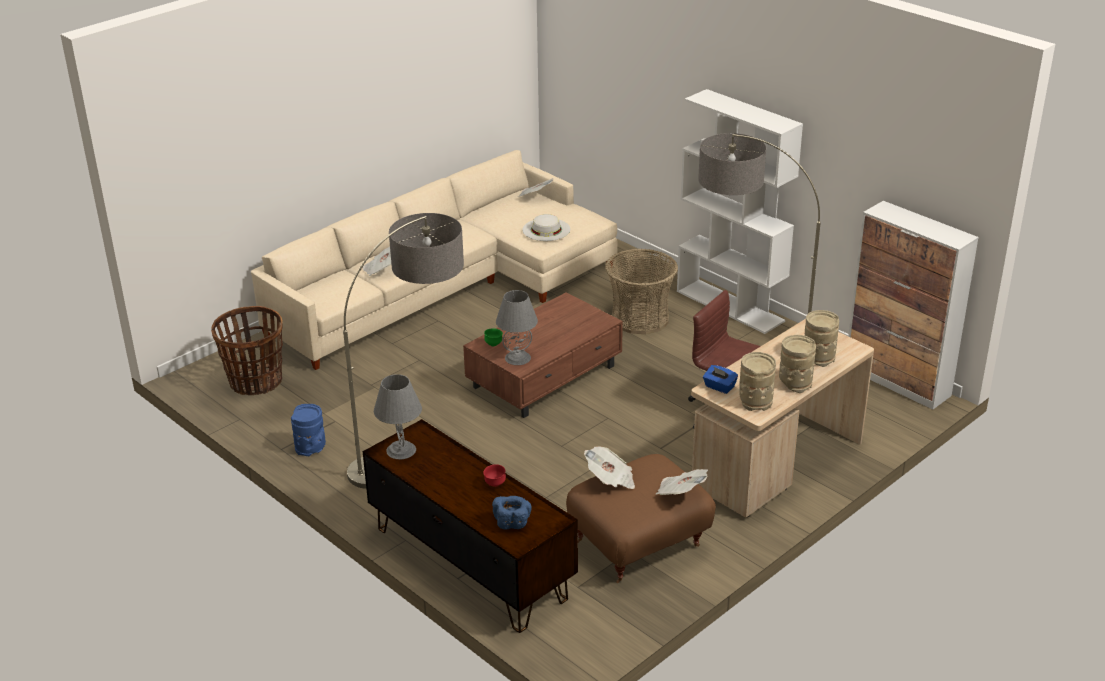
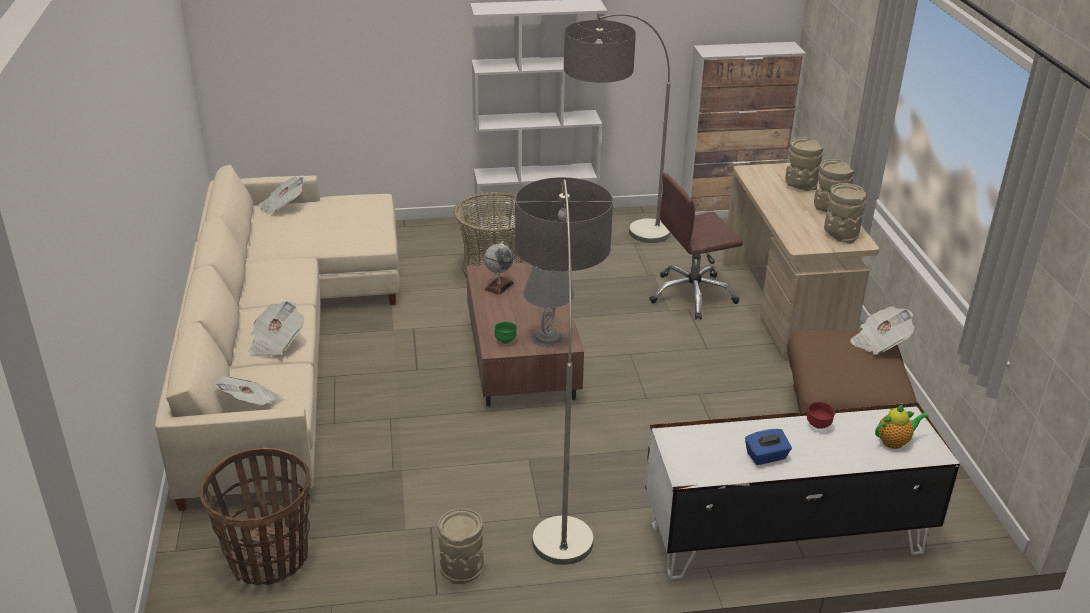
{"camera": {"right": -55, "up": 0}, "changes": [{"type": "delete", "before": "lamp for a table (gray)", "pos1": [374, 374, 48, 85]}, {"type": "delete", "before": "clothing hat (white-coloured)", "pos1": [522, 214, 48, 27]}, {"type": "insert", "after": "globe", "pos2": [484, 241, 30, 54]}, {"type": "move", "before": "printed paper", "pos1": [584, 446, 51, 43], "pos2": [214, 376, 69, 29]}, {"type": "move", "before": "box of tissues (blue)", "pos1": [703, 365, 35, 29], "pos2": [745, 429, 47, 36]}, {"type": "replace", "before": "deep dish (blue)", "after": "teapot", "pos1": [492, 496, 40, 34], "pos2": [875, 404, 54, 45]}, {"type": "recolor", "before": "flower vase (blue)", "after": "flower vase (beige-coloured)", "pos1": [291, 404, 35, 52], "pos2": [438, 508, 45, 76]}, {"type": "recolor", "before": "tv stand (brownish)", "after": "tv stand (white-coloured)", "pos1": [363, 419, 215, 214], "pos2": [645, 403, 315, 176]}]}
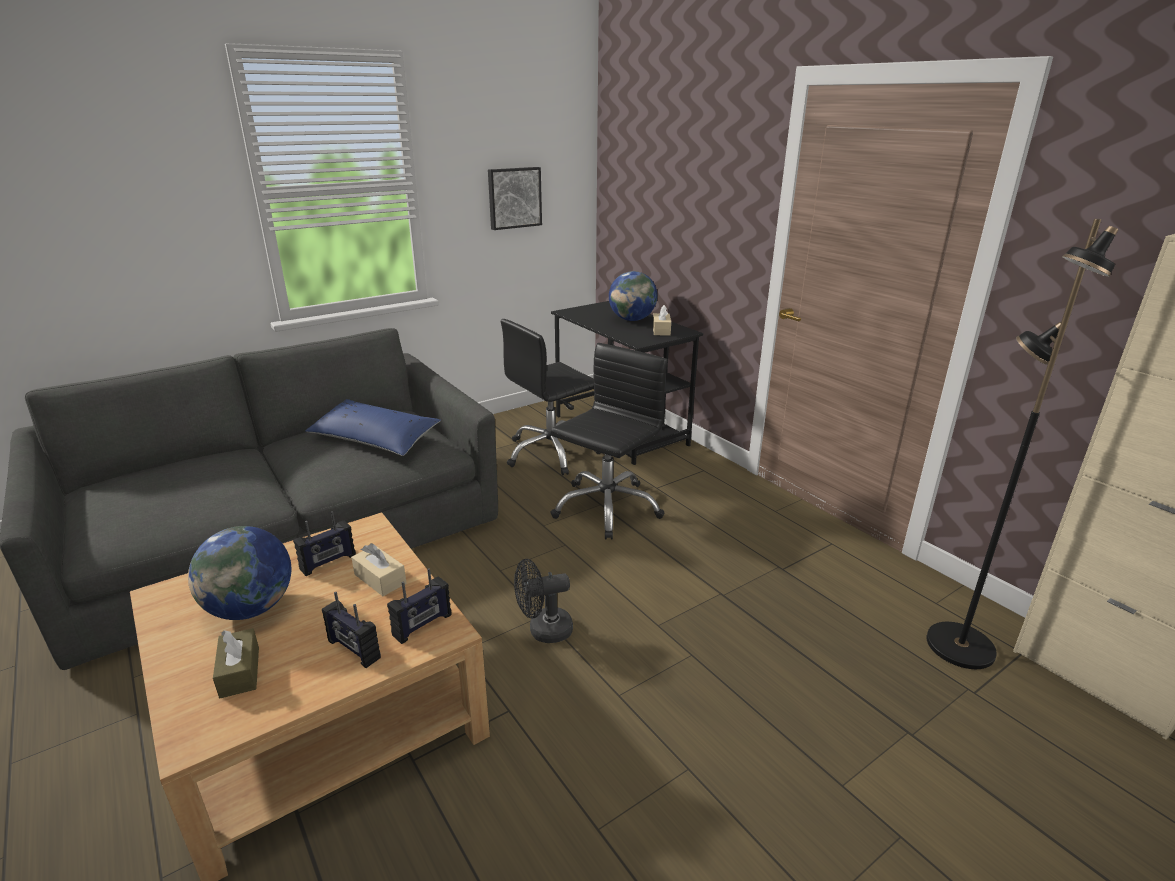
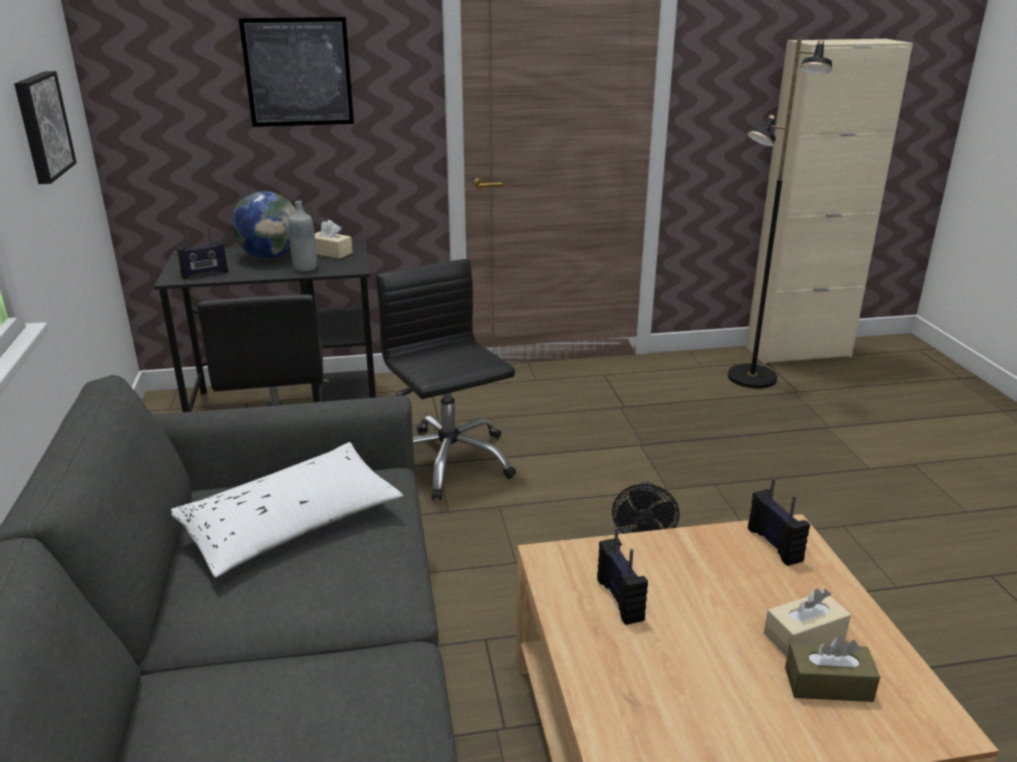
{"camera": {"right": -65, "up": 0}, "changes": [{"type": "delete", "before": "globe", "pos1": [188, 526, 103, 94]}, {"type": "insert", "after": "wall art", "pos2": [239, 17, 115, 110]}, {"type": "insert", "after": "beverage bottle (gray)", "pos2": [288, 201, 29, 70]}, {"type": "move", "before": "radio", "pos1": [322, 592, 59, 76], "pos2": [176, 227, 52, 52]}, {"type": "move", "before": "box of tissues (beige-coloured)", "pos1": [351, 543, 55, 53], "pos2": [764, 589, 87, 68]}, {"type": "recolor", "before": "throw pillow (blue)", "after": "throw pillow (white-coloured)", "pos1": [305, 399, 136, 57], "pos2": [171, 442, 232, 136]}]}
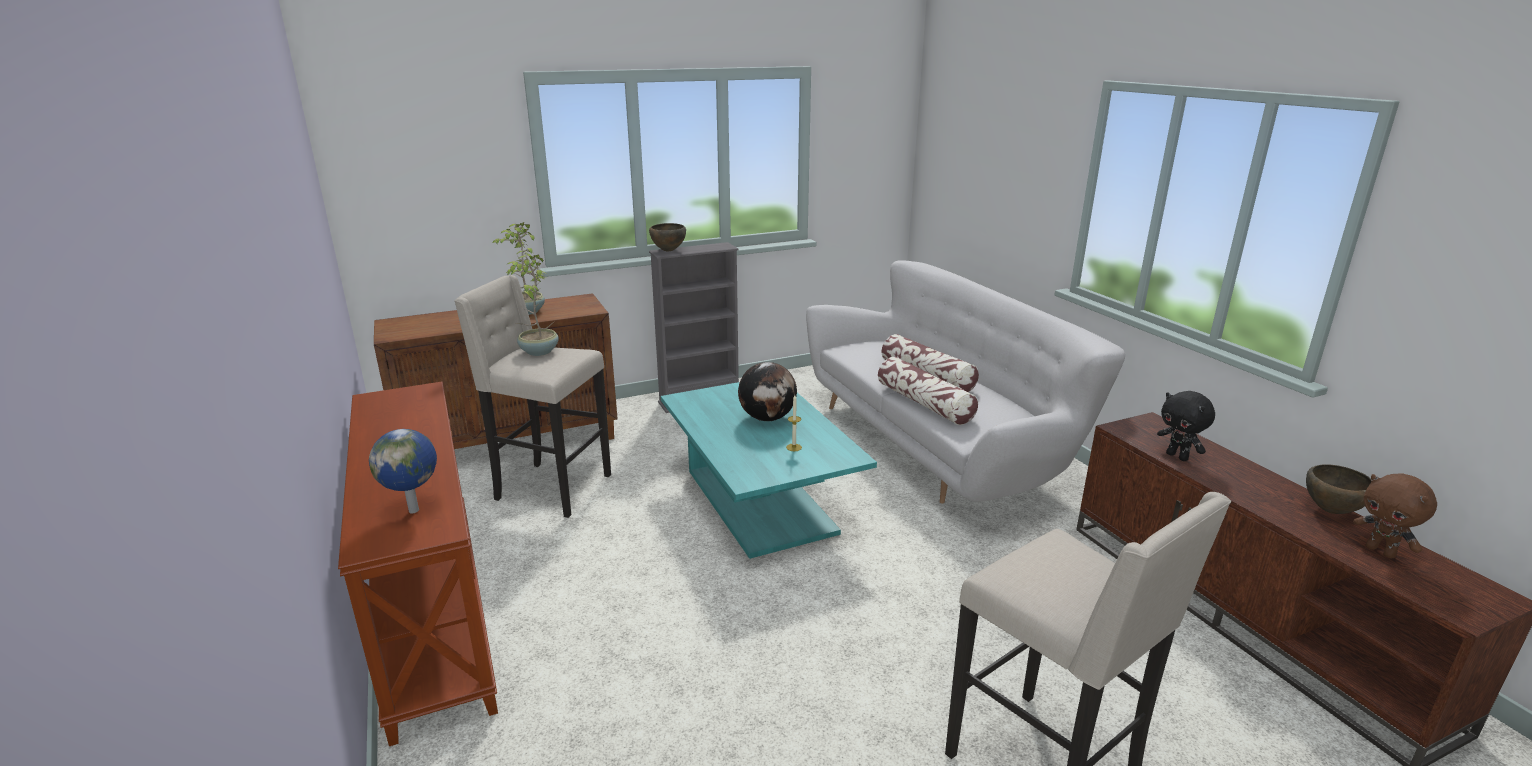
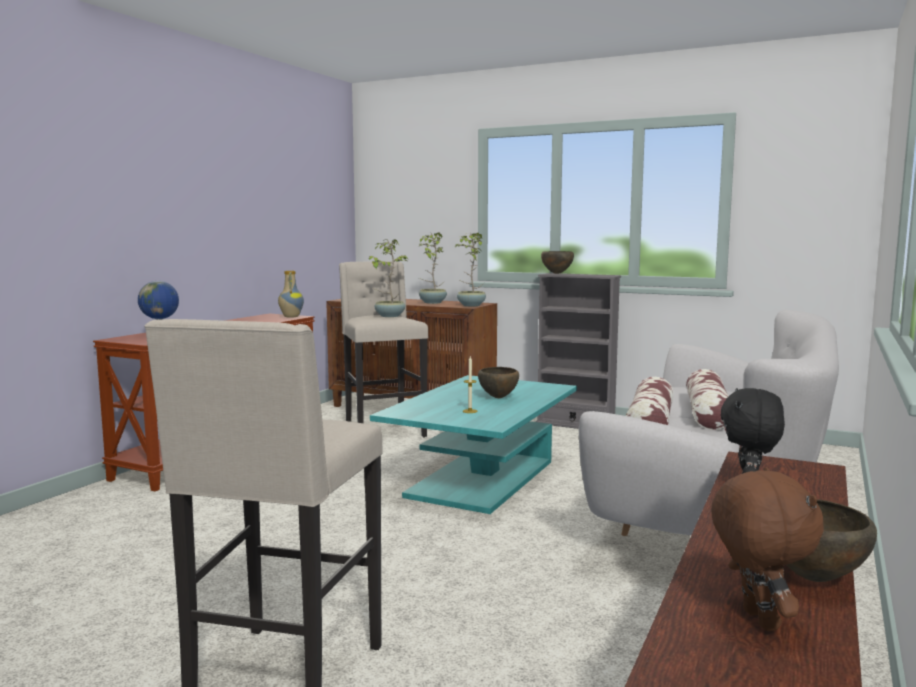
{"camera": {"right": 50, "up": -15}, "changes": [{"type": "insert", "after": "flower vase", "pos2": [278, 271, 26, 47]}, {"type": "insert", "after": "potted plant", "pos2": [454, 233, 32, 74]}, {"type": "replace", "before": "globe", "after": "deep dish (brownish)", "pos1": [738, 362, 59, 59], "pos2": [478, 367, 41, 31]}, {"type": "rotate", "before": "plush toy (brownish)", "pos1": [1353, 473, 84, 86], "pos2": [711, 467, 113, 164], "turn": 150}]}
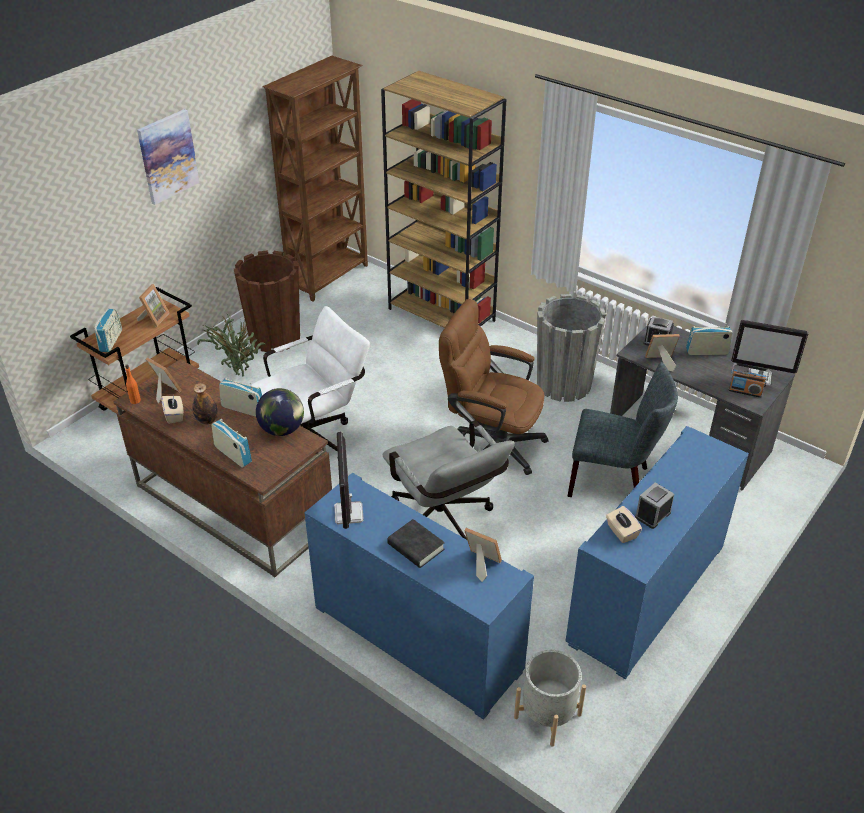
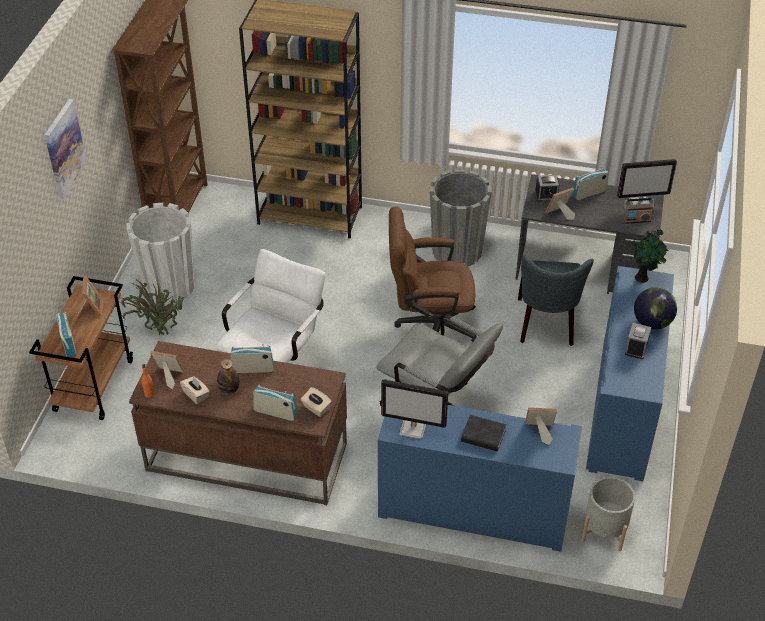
{"camera": {"right": -25, "up": 5}, "changes": [{"type": "insert", "after": "potted plant", "pos2": [629, 229, 40, 54]}, {"type": "move", "before": "globe", "pos1": [256, 388, 48, 48], "pos2": [634, 287, 43, 43]}, {"type": "move", "before": "box of tissues (beige-coloured)", "pos1": [606, 506, 36, 37], "pos2": [301, 387, 31, 30]}, {"type": "recolor", "before": "plant pot (brownish)", "after": "plant pot (white-coloured)", "pos1": [234, 250, 66, 102], "pos2": [126, 203, 69, 101]}, {"type": "rotate", "before": "computer screen", "pos1": [334, 432, 30, 97], "pos2": [381, 379, 67, 61], "turn": -45}, {"type": "rotate", "before": "chair (gray)", "pos1": [567, 362, 111, 135], "pos2": [518, 255, 76, 91], "turn": 105}]}
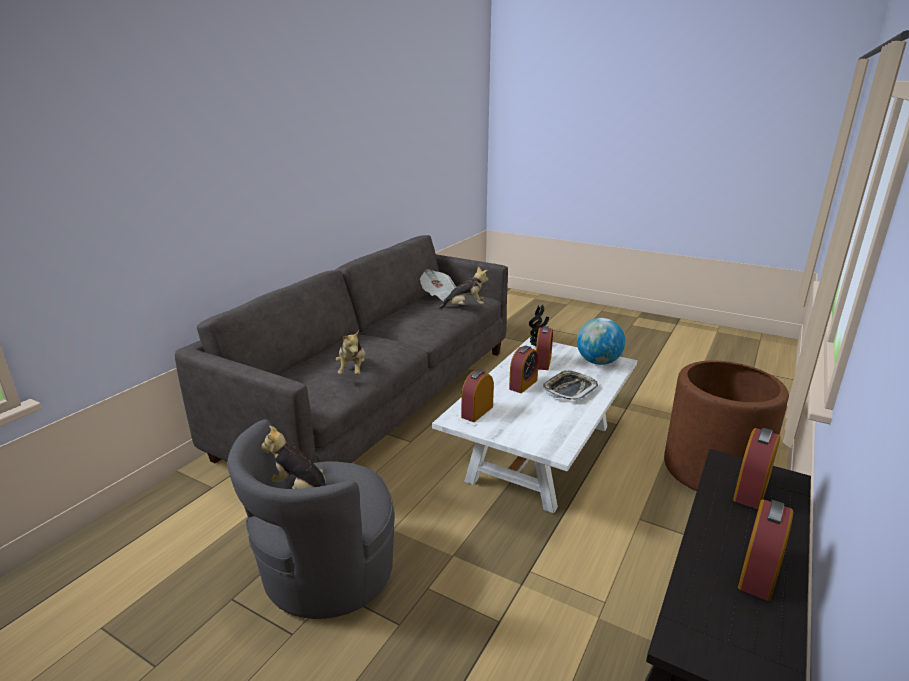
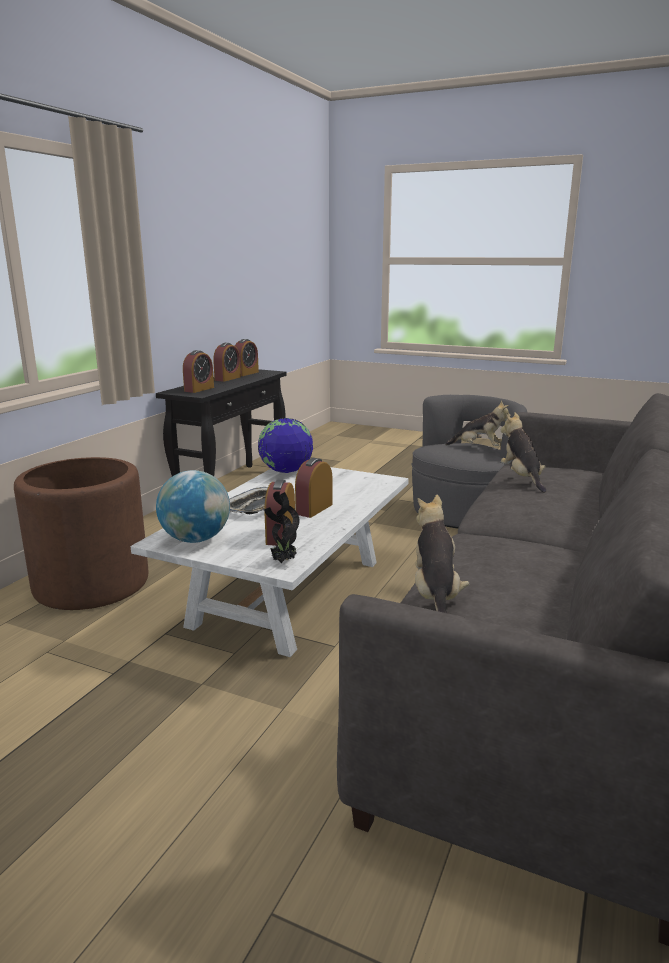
{"camera": {"right": 175, "up": -5}, "changes": [{"type": "delete", "before": "printed paper", "pos1": [420, 269, 36, 32]}, {"type": "insert", "after": "globe", "pos2": [258, 418, 55, 55]}, {"type": "move", "before": "table clock", "pos1": [461, 370, 33, 52], "pos2": [235, 339, 24, 37]}, {"type": "rotate", "before": "plush toy", "pos1": [438, 267, 51, 42], "pos2": [415, 495, 54, 118], "turn": 105}]}
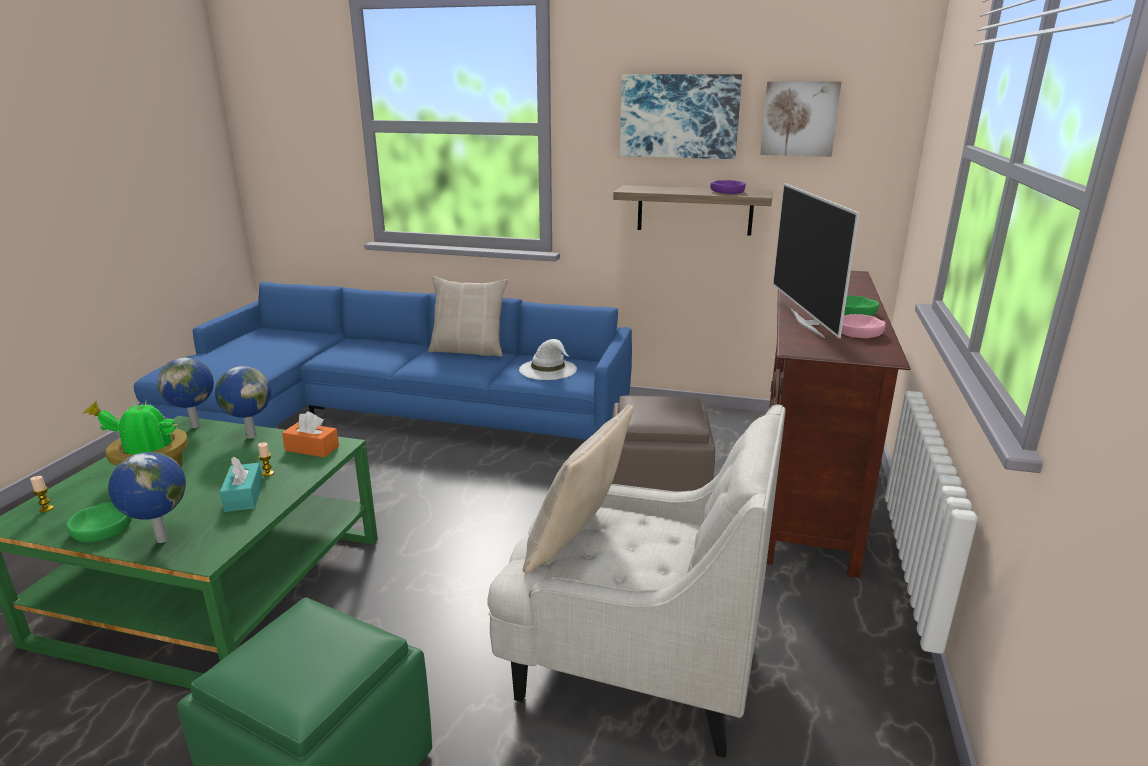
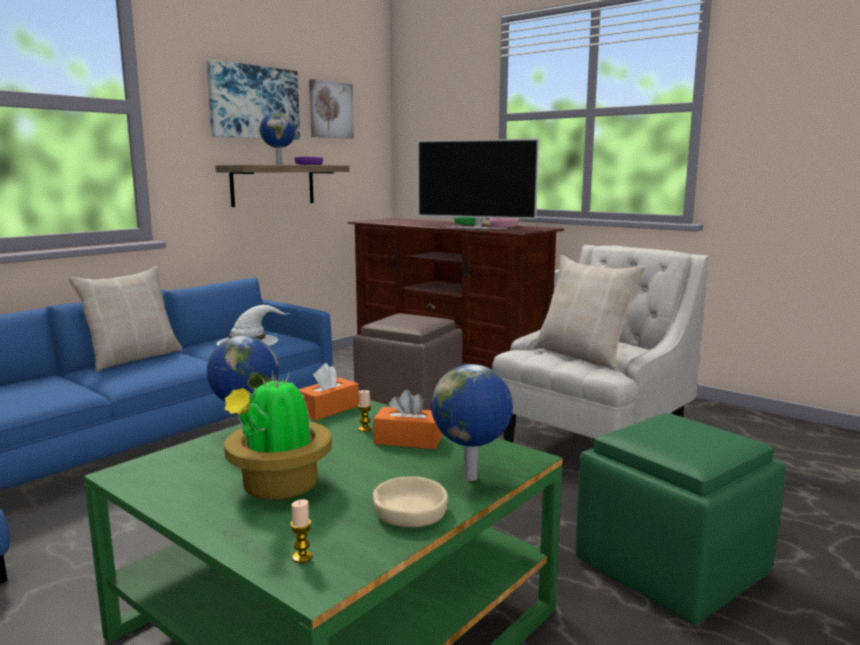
{"camera": {"right": -65, "up": -10}, "changes": [{"type": "move", "before": "globe", "pos1": [157, 358, 57, 70], "pos2": [260, 112, 36, 53]}, {"type": "recolor", "before": "deep dish (green)", "after": "deep dish (beige-coloured)", "pos1": [67, 502, 65, 40], "pos2": [373, 477, 75, 50]}, {"type": "recolor", "before": "box of tissues (turquoise)", "after": "box of tissues (orangey)", "pos1": [220, 456, 43, 56], "pos2": [373, 390, 69, 59]}]}
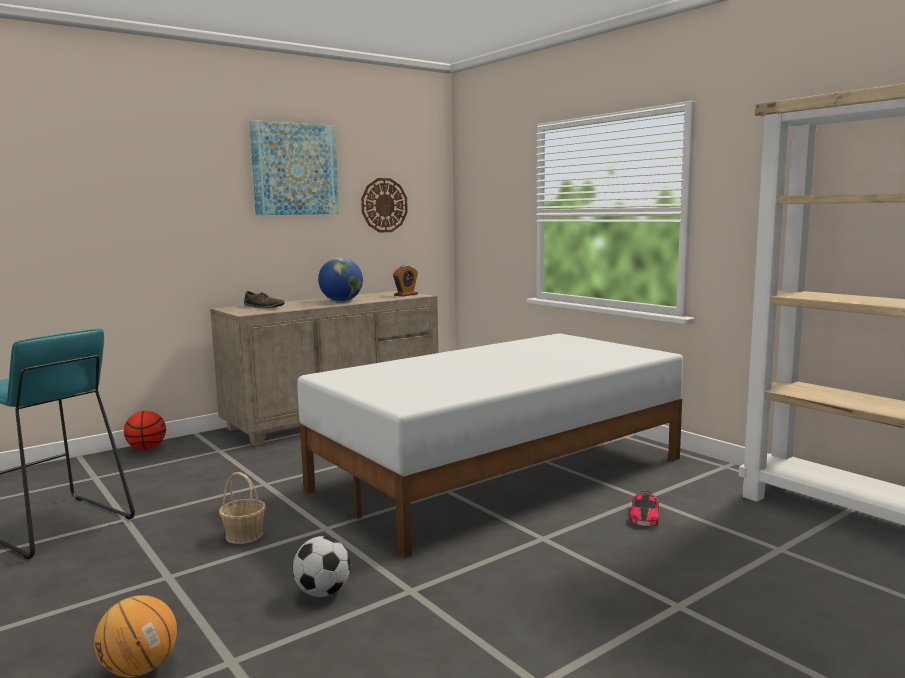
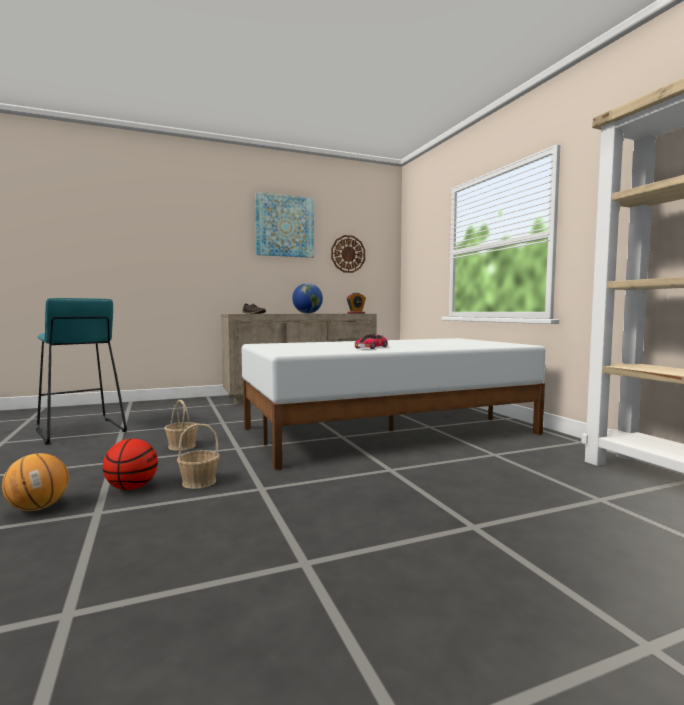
{"camera": {"right": 15, "up": -5}, "changes": [{"type": "move", "before": "basketball ball", "pos1": [124, 411, 42, 39], "pos2": [103, 439, 55, 51]}, {"type": "move", "before": "miniature car", "pos1": [630, 491, 29, 35], "pos2": [355, 334, 32, 15]}, {"type": "replace", "before": "football", "after": "storage basket", "pos1": [293, 536, 57, 61], "pos2": [177, 424, 43, 65]}]}
